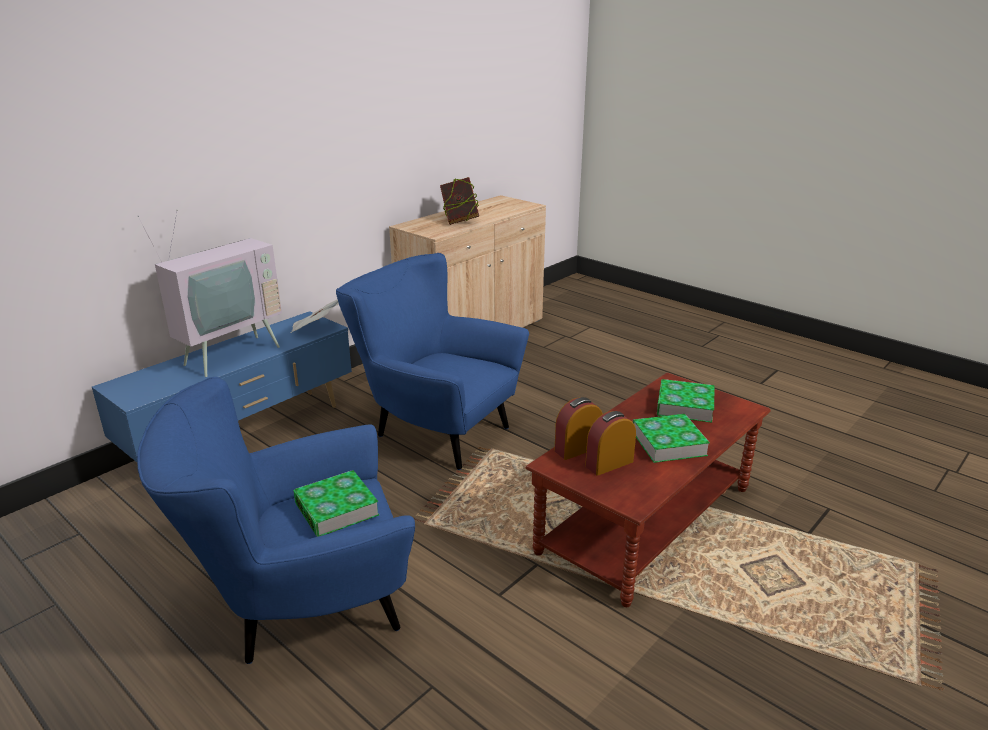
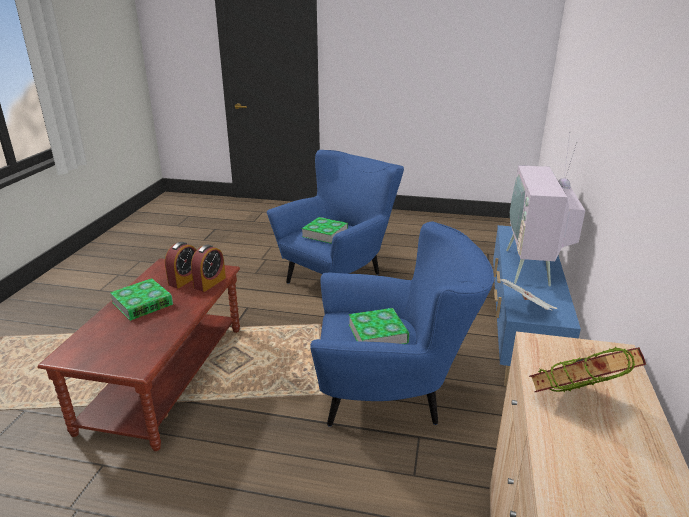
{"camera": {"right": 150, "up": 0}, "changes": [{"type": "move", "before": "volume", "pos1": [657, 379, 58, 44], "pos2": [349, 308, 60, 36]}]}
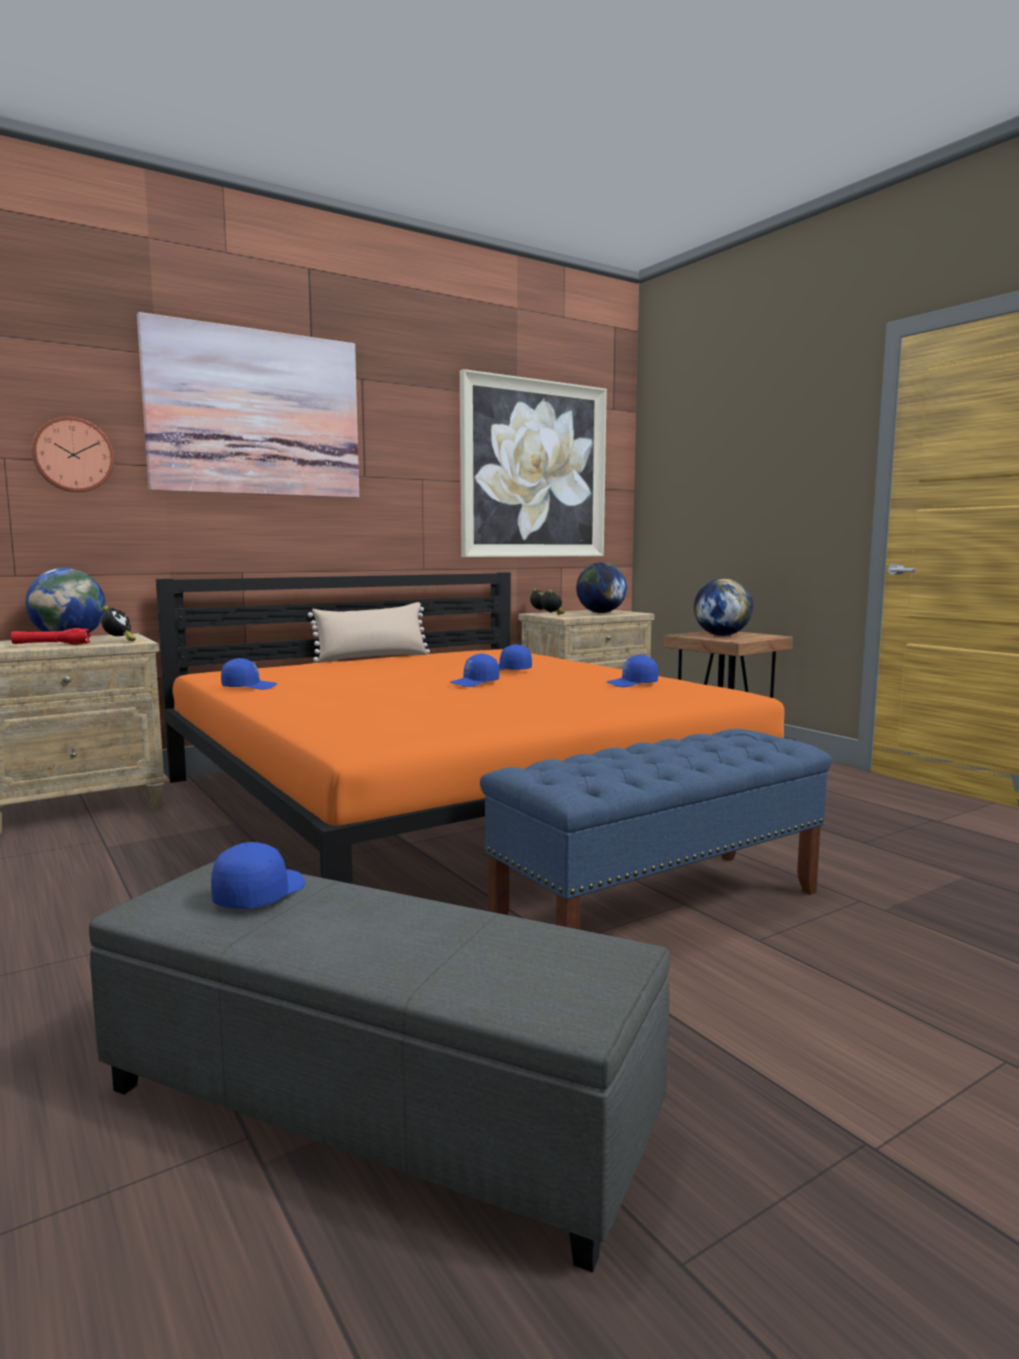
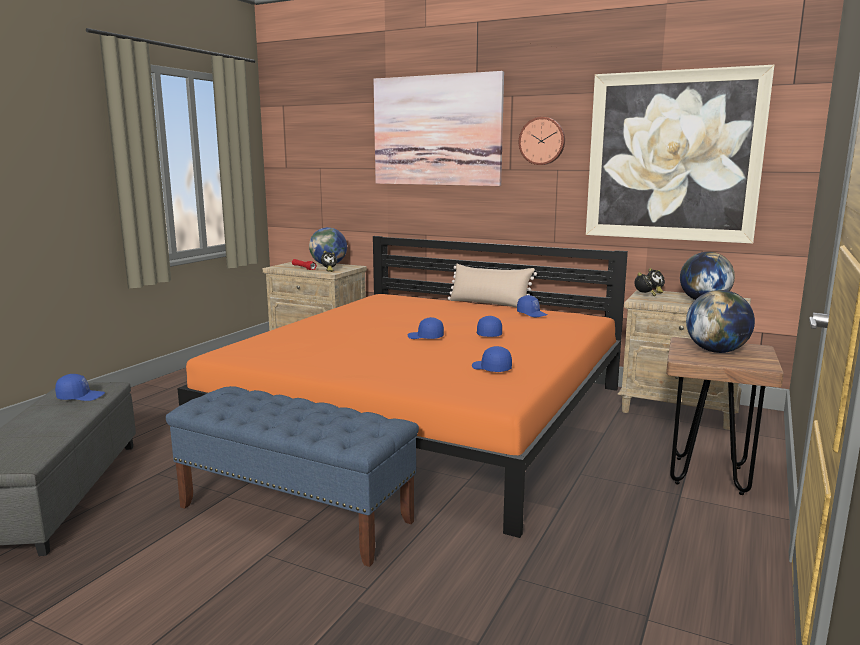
{"camera": {"right": 60, "up": 5}, "changes": [{"type": "move", "before": "clock on the wall", "pos1": [32, 417, 82, 75], "pos2": [519, 117, 46, 48]}, {"type": "move", "before": "peaked cap (blue)", "pos1": [221, 658, 57, 32], "pos2": [517, 295, 31, 23]}]}
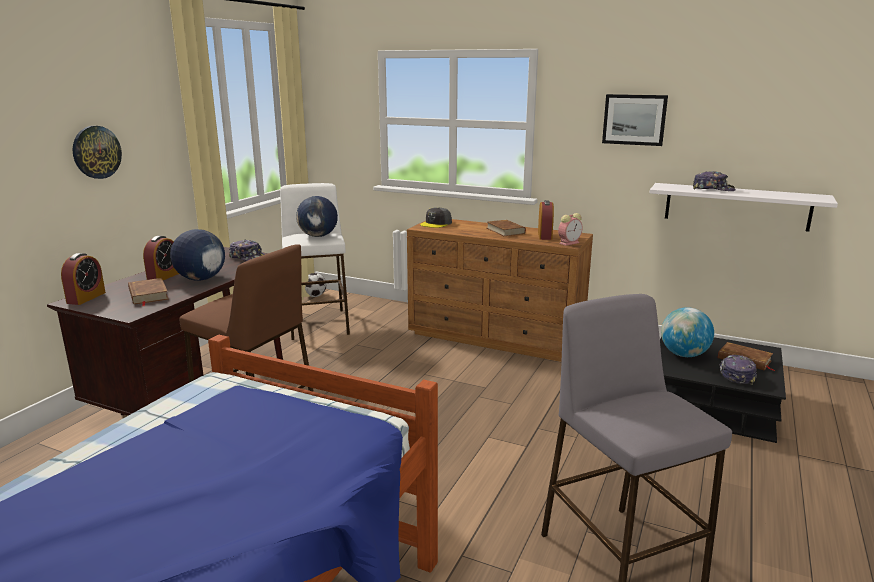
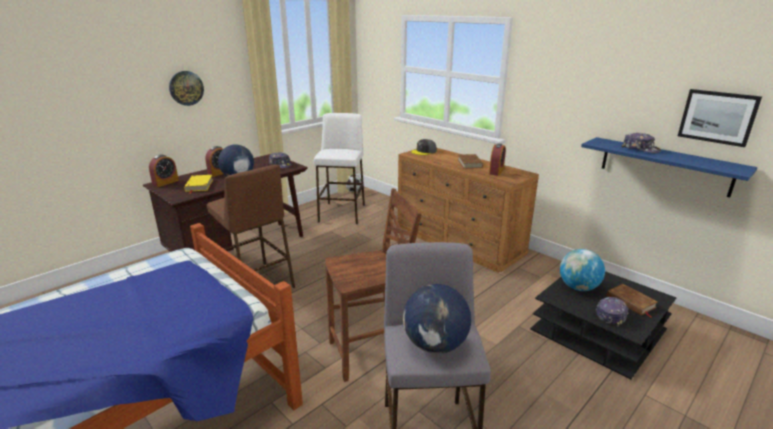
{"camera": {"right": 20, "up": 5}, "changes": [{"type": "delete", "before": "table clock", "pos1": [558, 213, 24, 33]}, {"type": "insert", "after": "chair (brownish)", "pos2": [325, 188, 96, 194]}, {"type": "move", "before": "globe", "pos1": [296, 196, 42, 41], "pos2": [403, 284, 68, 70]}, {"type": "move", "before": "wall art", "pos1": [602, 94, 66, 52], "pos2": [678, 89, 84, 58]}, {"type": "recolor", "before": "volume (brownish)", "after": "volume (yellow-coloured)", "pos1": [128, 278, 41, 28], "pos2": [184, 175, 29, 18]}, {"type": "recolor", "before": "wall shelf (white-coloured)", "after": "wall shelf (blue)", "pos1": [649, 183, 189, 49], "pos2": [581, 137, 177, 60]}]}
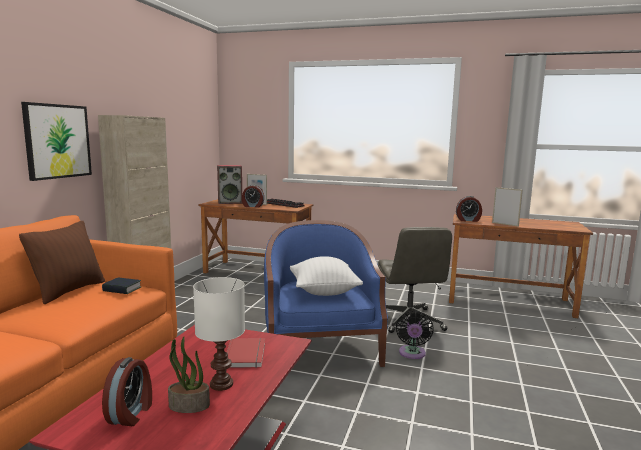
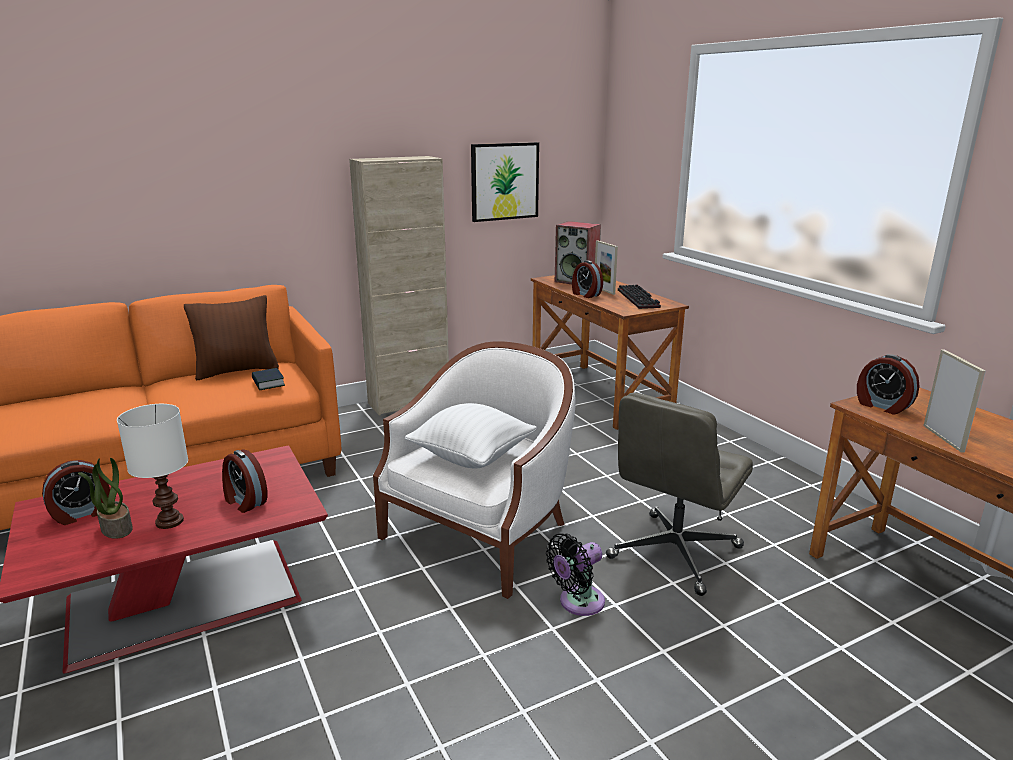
{"camera": {"right": 45, "up": 10}, "changes": [{"type": "move", "before": "wall art", "pos1": [21, 102, 71, 79], "pos2": [471, 142, 68, 80]}, {"type": "replace", "before": "volume (reddish)", "after": "table clock", "pos1": [227, 338, 38, 30], "pos2": [222, 449, 46, 64]}, {"type": "recolor", "before": "easy chair (blue)", "after": "easy chair (white-coloured)", "pos1": [264, 220, 124, 147], "pos2": [373, 341, 203, 258]}]}
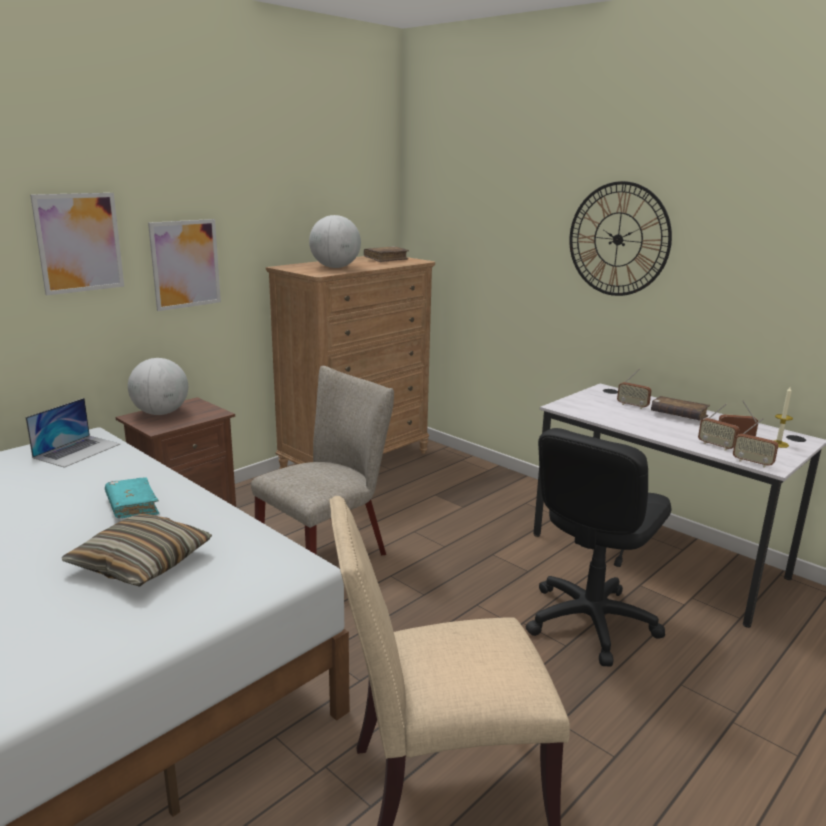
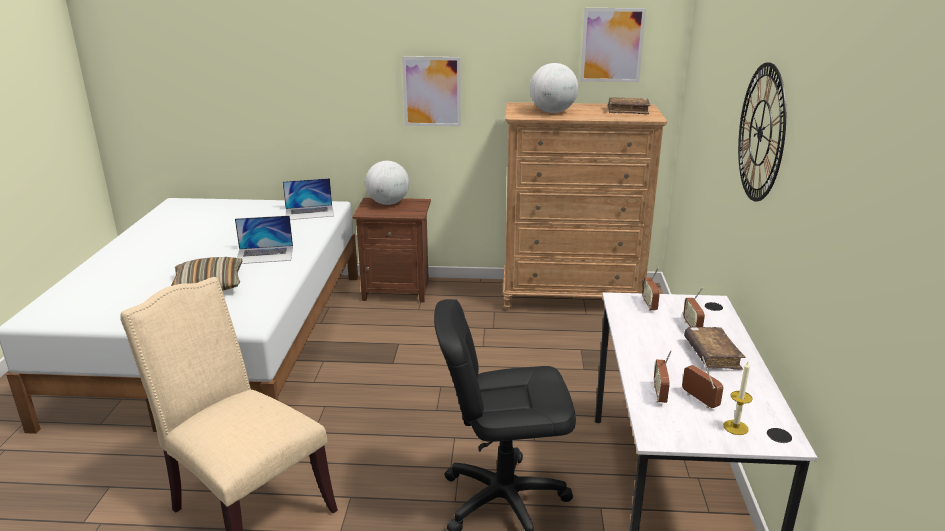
{"camera": {"right": 50, "up": 5}, "changes": [{"type": "delete", "before": "chair (beige-coloured)", "pos1": [251, 366, 143, 189]}, {"type": "move", "before": "wall art", "pos1": [30, 193, 94, 102], "pos2": [580, 8, 66, 74]}, {"type": "move", "before": "radio", "pos1": [733, 418, 45, 49], "pos2": [642, 267, 18, 44]}, {"type": "replace", "before": "volume (turquoise)", "after": "notebook computer", "pos1": [105, 477, 54, 41], "pos2": [235, 215, 58, 49]}]}
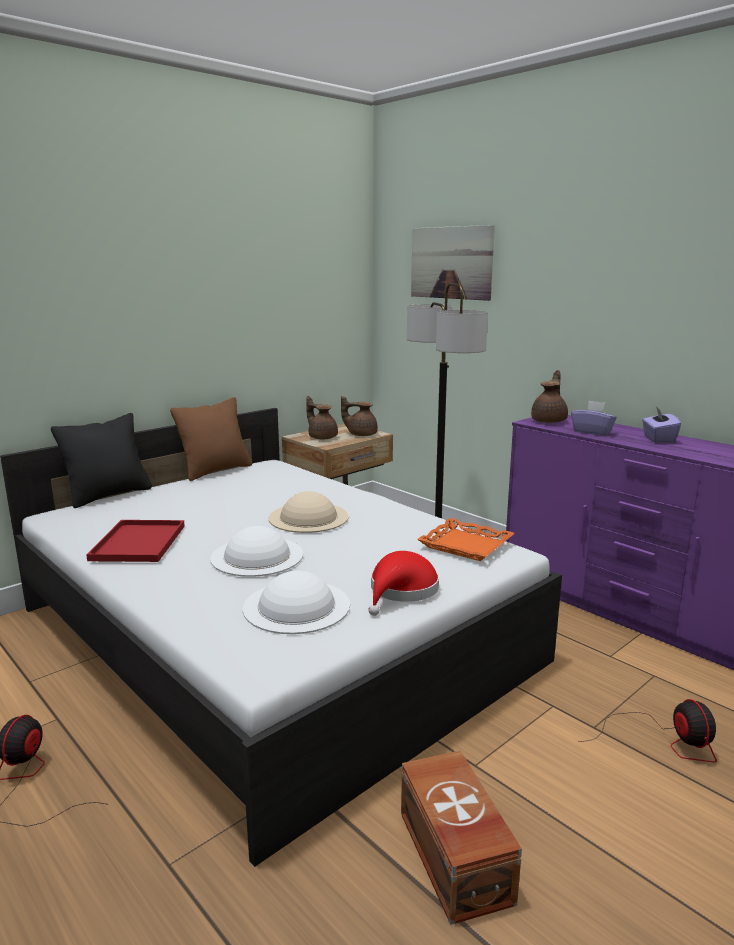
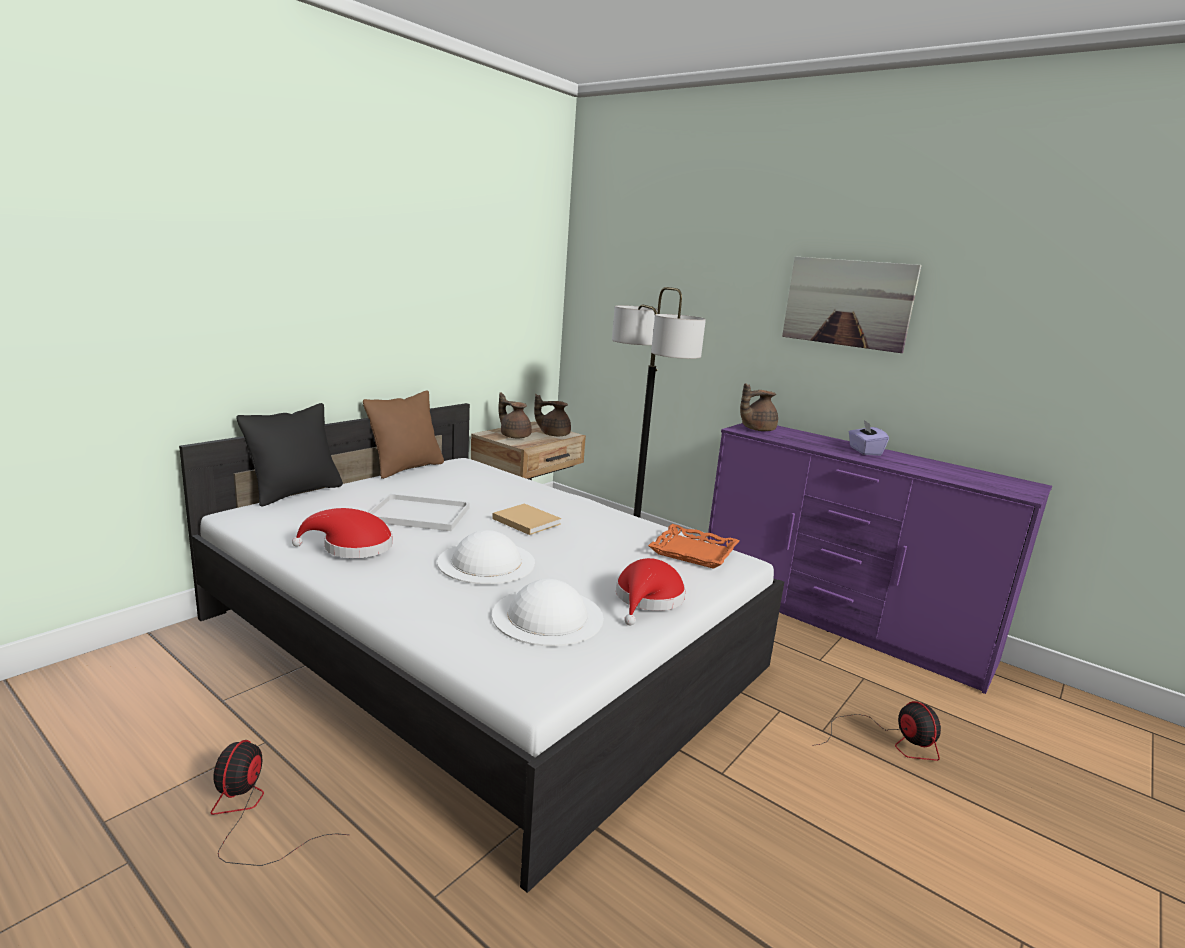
{"camera": {"right": -10, "up": 0}, "changes": [{"type": "delete", "before": "storage box (brownish)", "pos1": [401, 750, 121, 175]}, {"type": "delete", "before": "box of tissues (purple-coloured)", "pos1": [571, 401, 46, 35]}, {"type": "insert", "after": "serving tray (white-coloured)", "pos2": [368, 494, 102, 37]}, {"type": "move", "before": "wall art", "pos1": [411, 225, 84, 76], "pos2": [782, 256, 140, 97]}, {"type": "replace", "before": "serving tray (reddish)", "after": "clothing hat (reddish)", "pos1": [86, 520, 99, 42], "pos2": [292, 508, 101, 50]}, {"type": "replace", "before": "clothing hat (beige-coloured)", "after": "volume (beige-coloured)", "pos1": [269, 491, 79, 42], "pos2": [492, 504, 69, 31]}, {"type": "rotate", "before": "teapot (brownish)", "pos1": [531, 370, 37, 53], "pos2": [740, 383, 38, 48], "turn": -135}]}
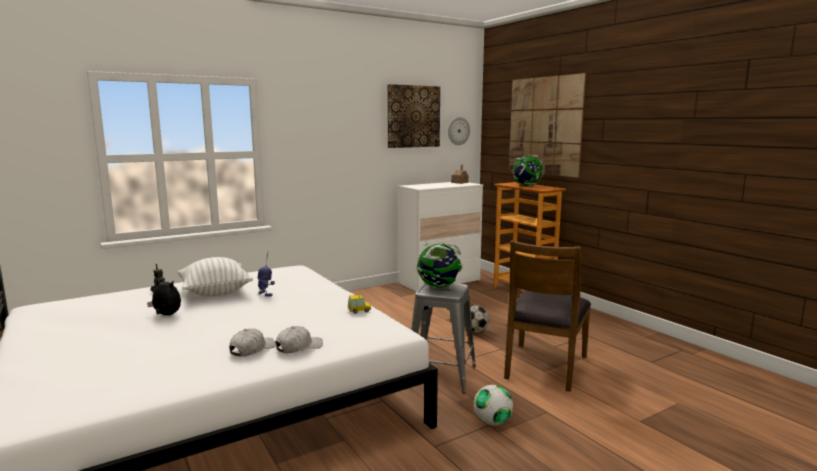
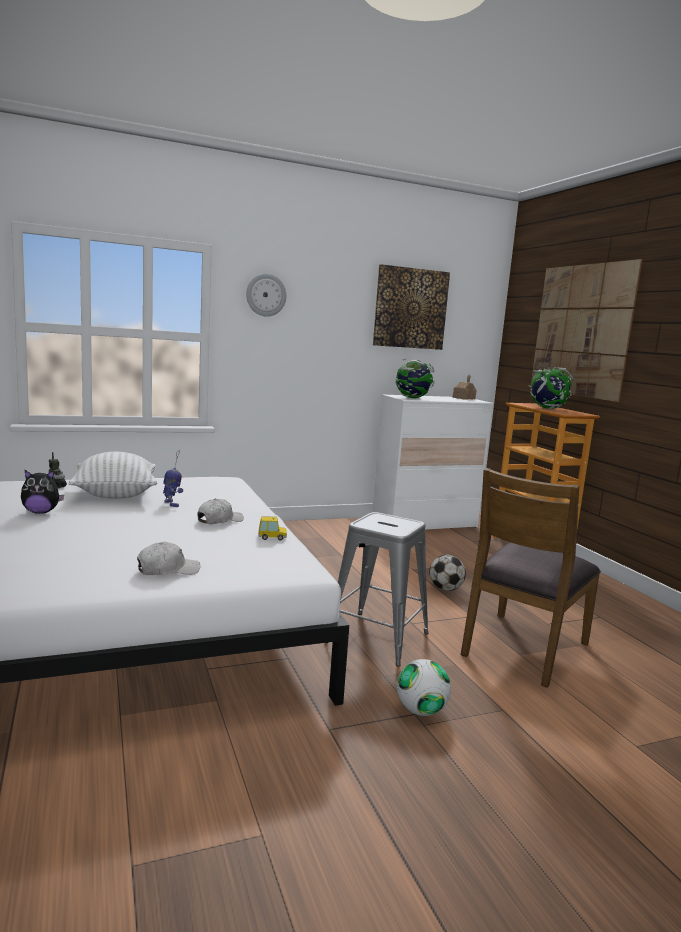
{"camera": {"right": 10, "up": 0}, "changes": [{"type": "move", "before": "peaked cap (white-coloured)", "pos1": [229, 328, 47, 29], "pos2": [198, 499, 46, 25]}, {"type": "move", "before": "globe", "pos1": [417, 241, 46, 47], "pos2": [396, 358, 39, 40]}, {"type": "move", "before": "clock on the wall", "pos1": [448, 117, 22, 28], "pos2": [246, 274, 40, 43]}, {"type": "rotate", "before": "plush toy", "pos1": [147, 279, 34, 36], "pos2": [21, 470, 43, 44], "turn": 135}]}
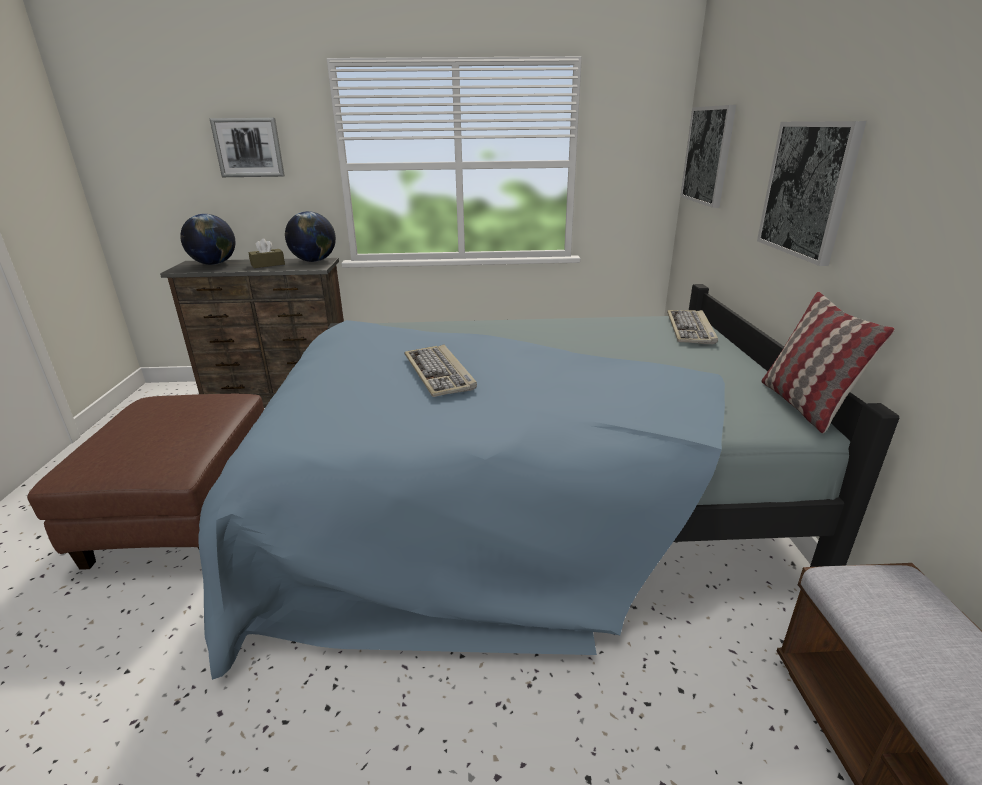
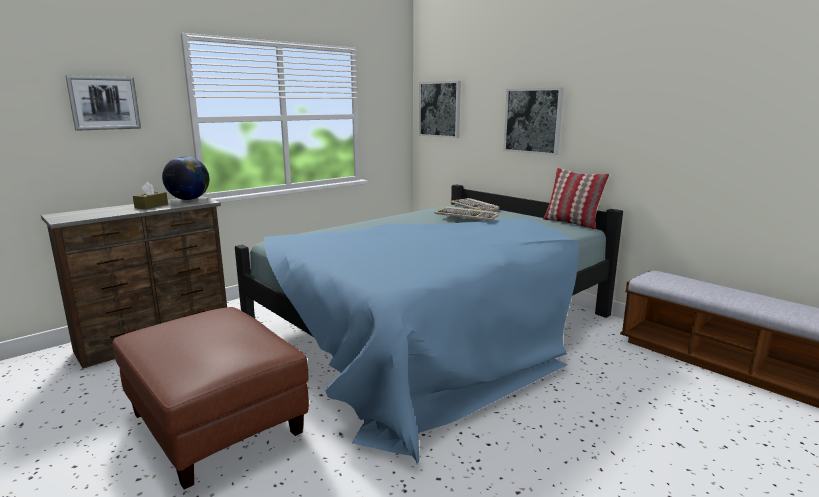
{"camera": {"right": -40, "up": -10}, "changes": [{"type": "delete", "before": "globe", "pos1": [180, 214, 55, 51]}, {"type": "move", "before": "keyboard", "pos1": [405, 345, 72, 52], "pos2": [434, 207, 64, 14]}]}
